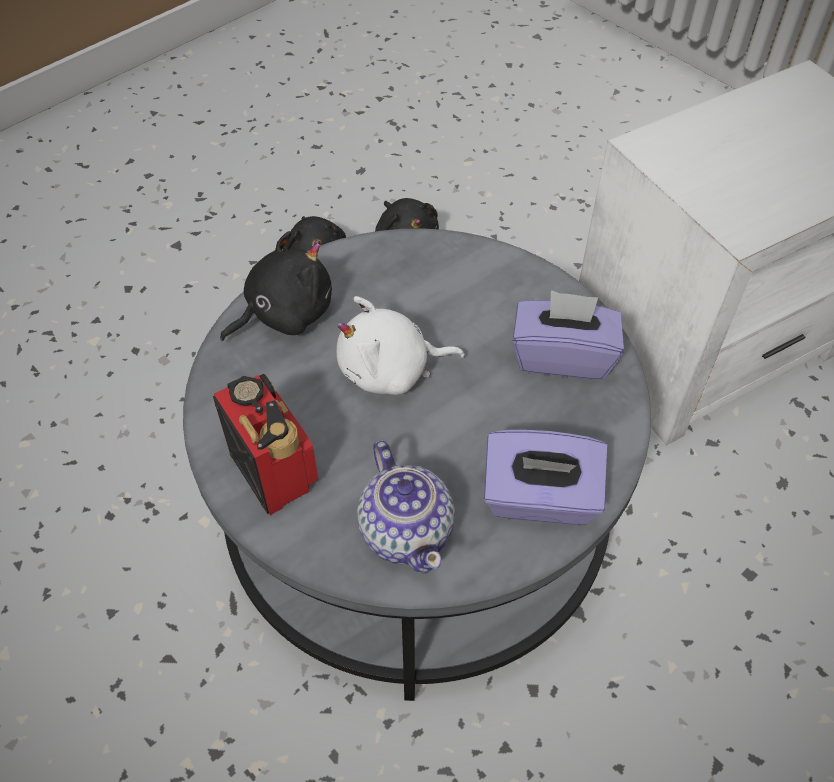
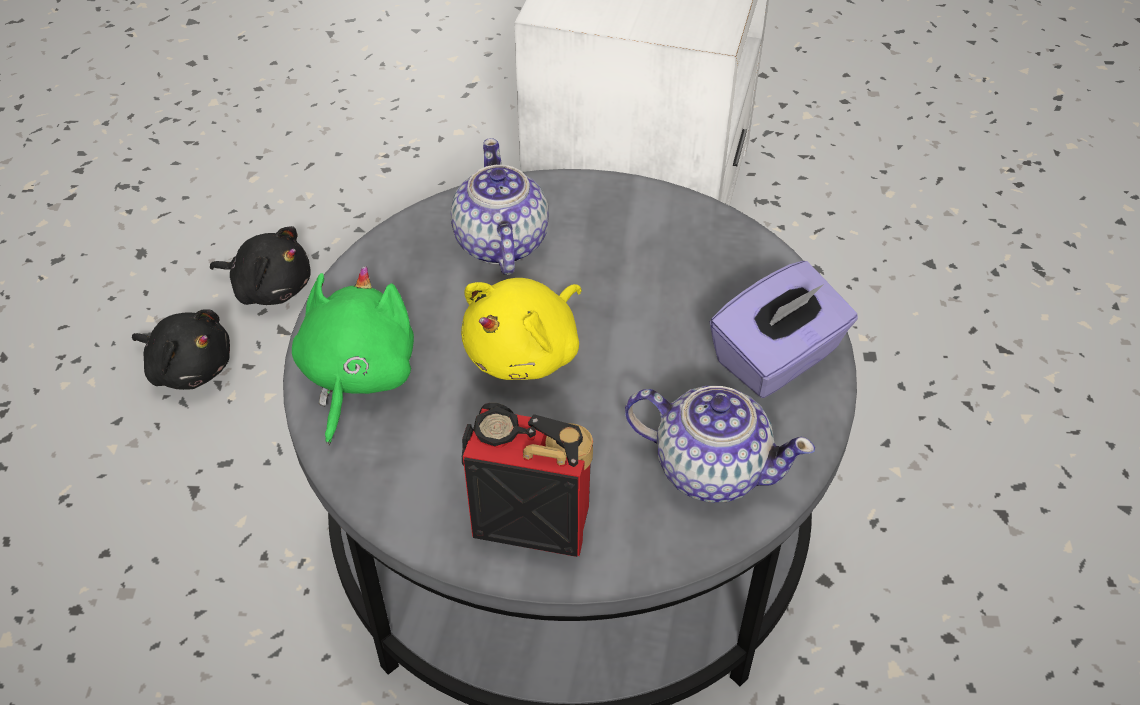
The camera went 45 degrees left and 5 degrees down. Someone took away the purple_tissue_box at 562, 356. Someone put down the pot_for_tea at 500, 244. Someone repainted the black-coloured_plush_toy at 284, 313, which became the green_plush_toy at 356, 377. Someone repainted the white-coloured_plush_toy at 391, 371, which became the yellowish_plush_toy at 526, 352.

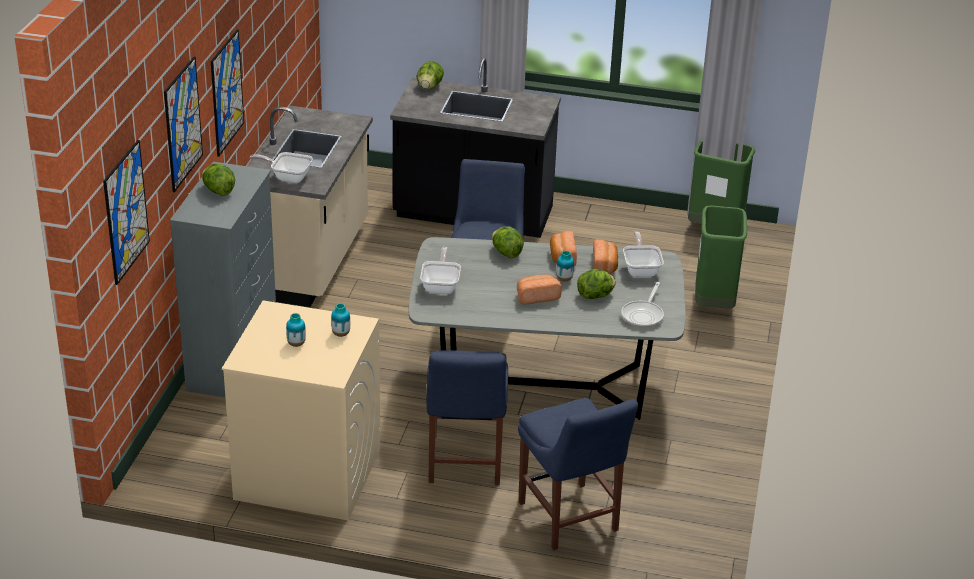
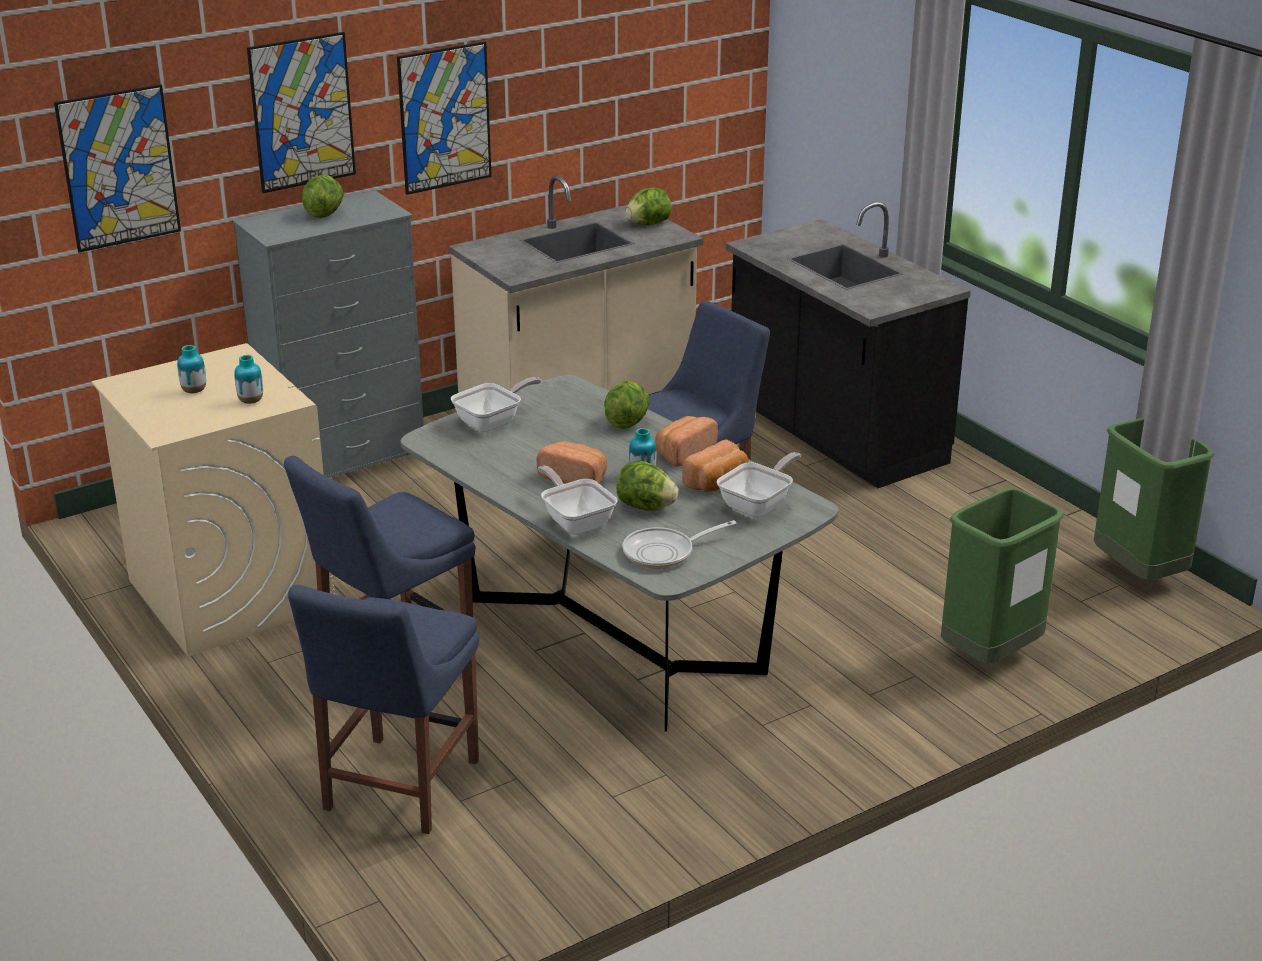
The camera went 45 degrees right and 5 degrees down. Someone carried the frying_pan from 288, 177 to 575, 521. Someone carried the lettuce from 429, 87 to 647, 224.

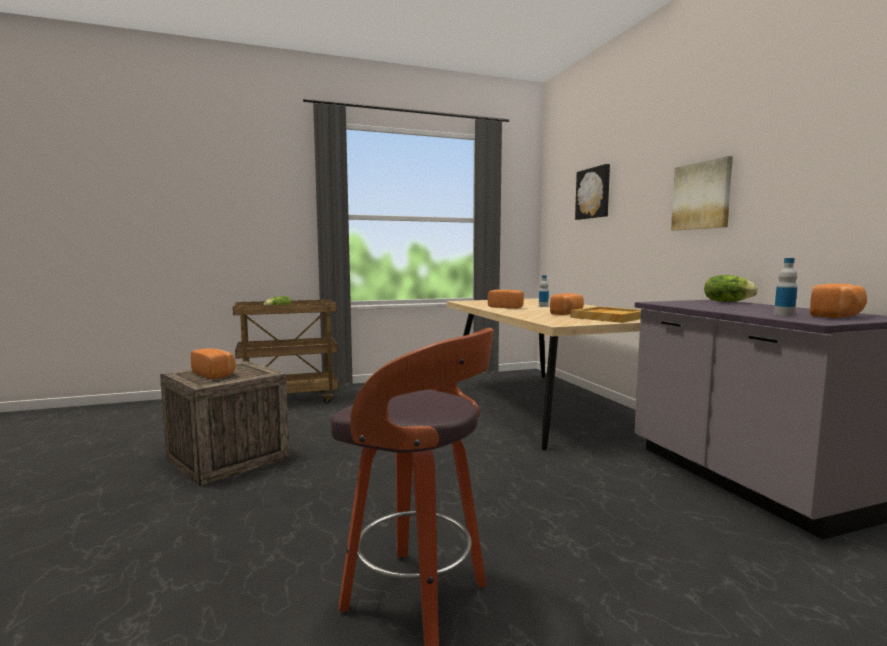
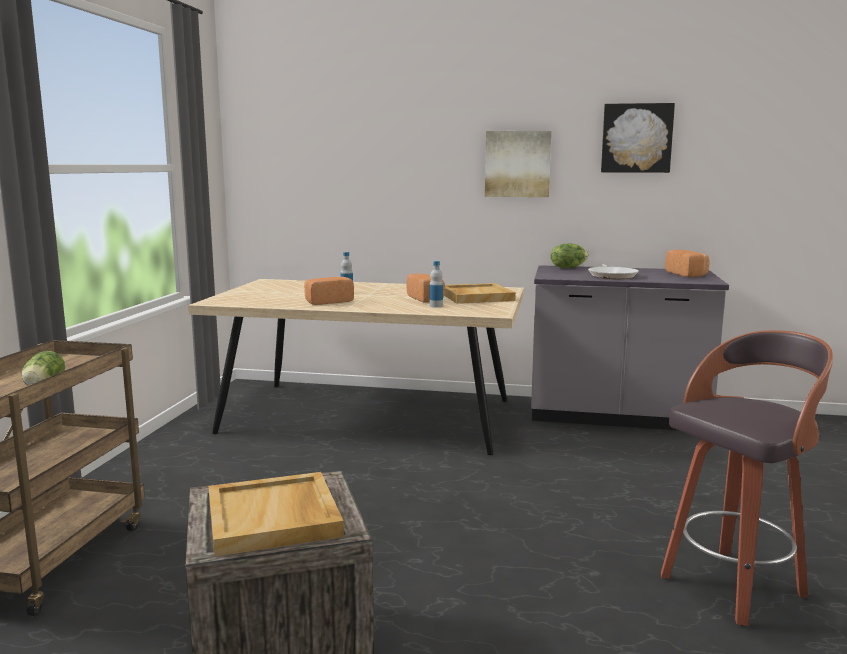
The camera went 60 degrees left and 5 degrees up. Someone put down the frying_pan at 612, 276. Someone carried the wall_picture from 593, 193 to 636, 138. Someone carried the bottle from 784, 314 to 436, 306. Someone swapped the bread at 215, 374 for the beige_tray at 274, 518.

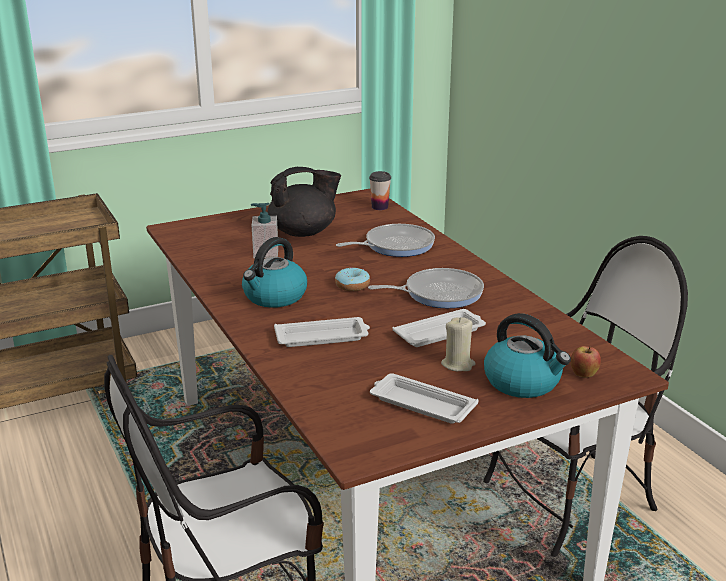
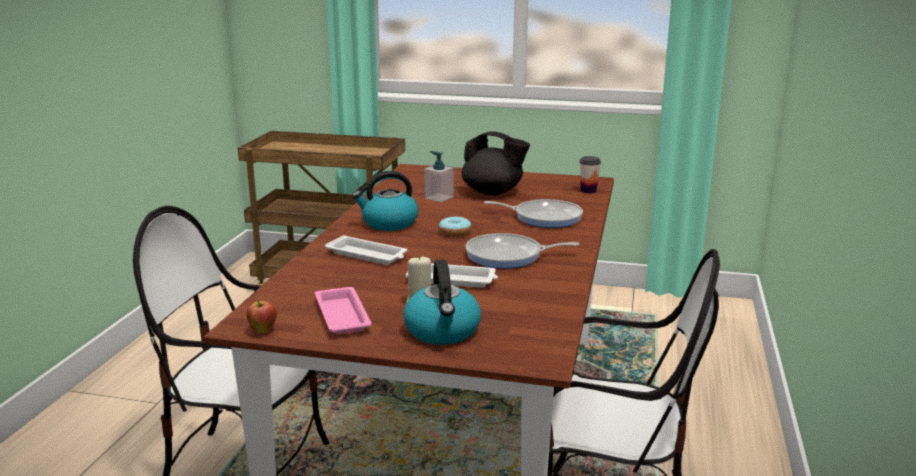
The camera went 40 degrees right and 5 degrees down. Someone carried the apple from 583, 375 to 263, 331. Someone repainted the white-coloured_tray at 420, 404, which became the pink-coloured_tray at 342, 315. Someone rotated the frying_pan at 439, 293 by 150 degrees clockwise.

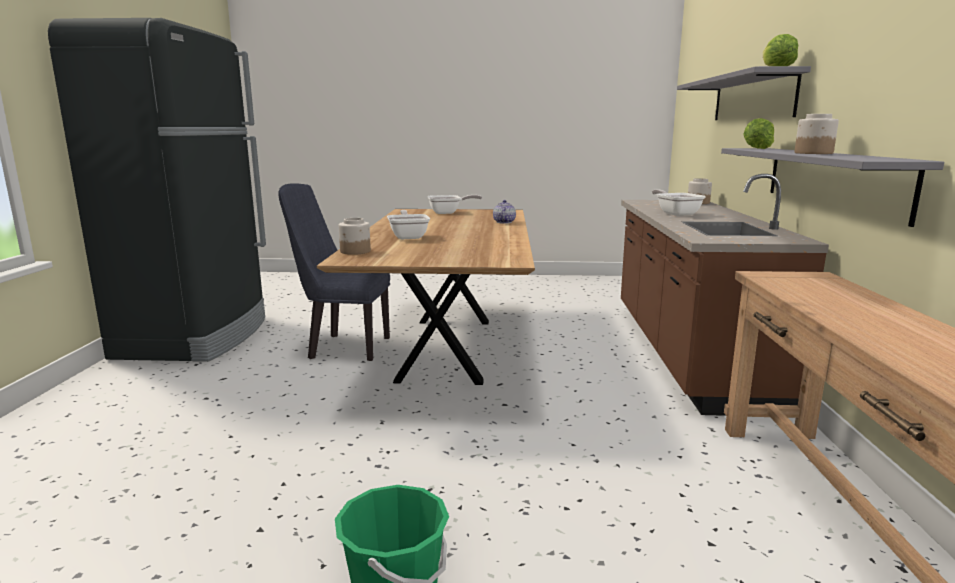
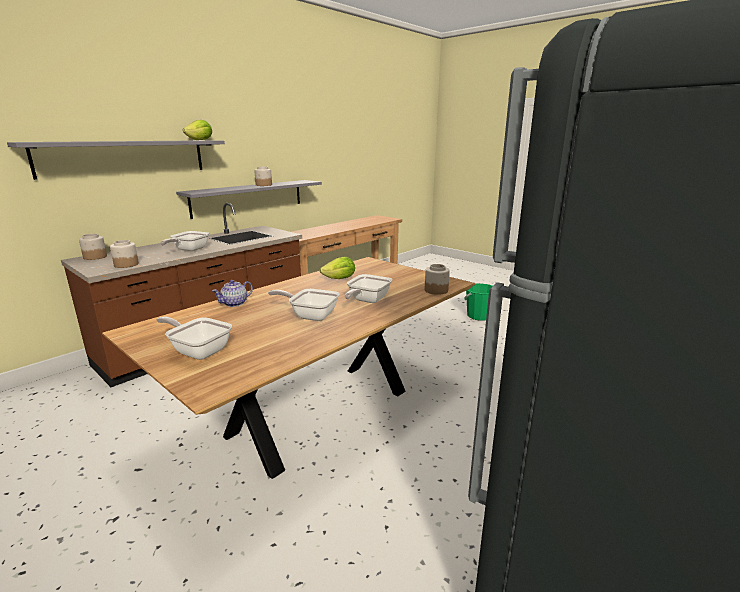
The camera went 140 degrees left and 5 degrees up. Someone took away the bluish_plain_chair at 342, 347. Someone put down the preserve_jar at 126, 265. Someone put down the frying_pan at 310, 315. Someone carried the lettuce from 757, 148 to 340, 279.

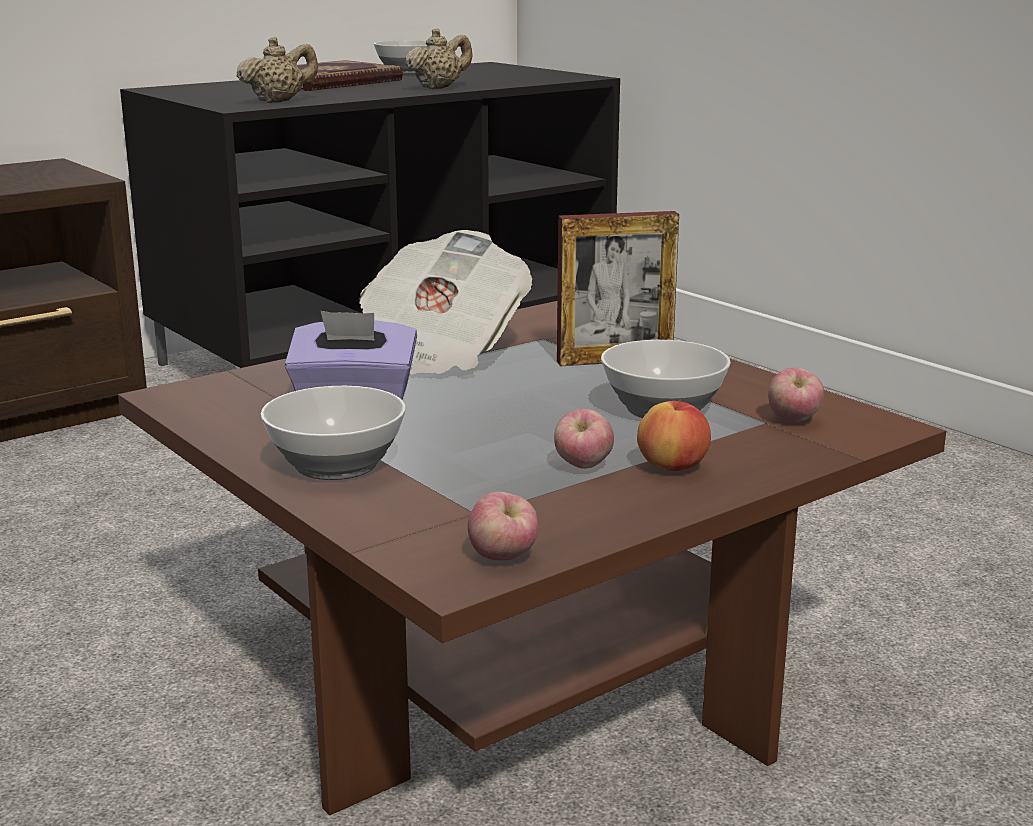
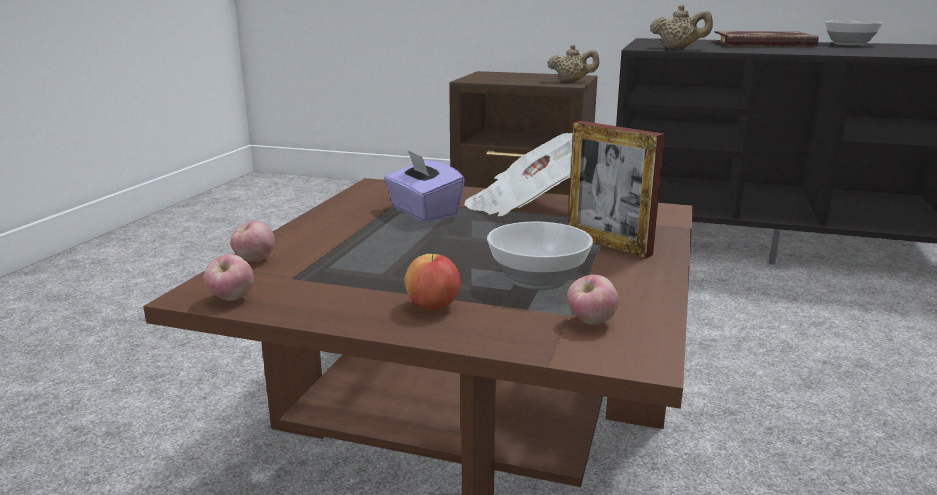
The camera went 55 degrees right and 0 degrees up. Someone took away the serving_bowl at 334, 465. Someone carried the beige_pot_for_tea from 439, 88 to 572, 81. Someone carried the apple from 583, 467 to 254, 260.

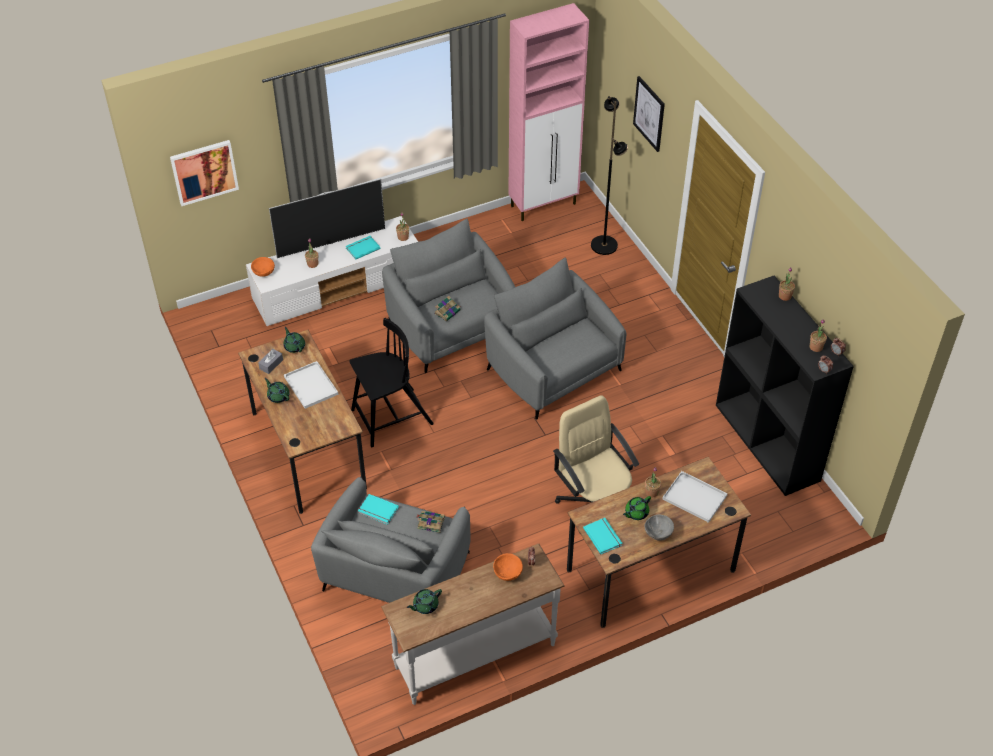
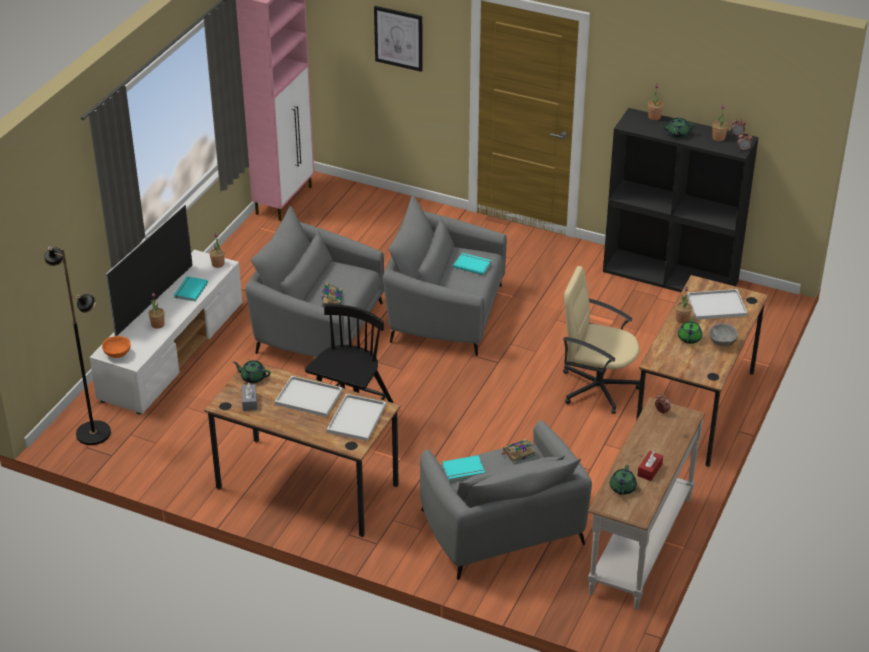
The camera went 40 degrees left and 10 degrees down. Someone took away the wall_picture at 204, 172. Someone took away the orangey_serving_bowl at 508, 573. Someone put down the white-coloured_tray at 356, 417. Someone put down the red_tissue_box at 649, 470. Someone carried the green_pot_for_tea from 278, 396 to 677, 133. Someone carried the turquoise-coloured_volume from 603, 536 to 472, 264. Someone carried the black-coloured_standing_lamp from 604, 245 to 94, 433.

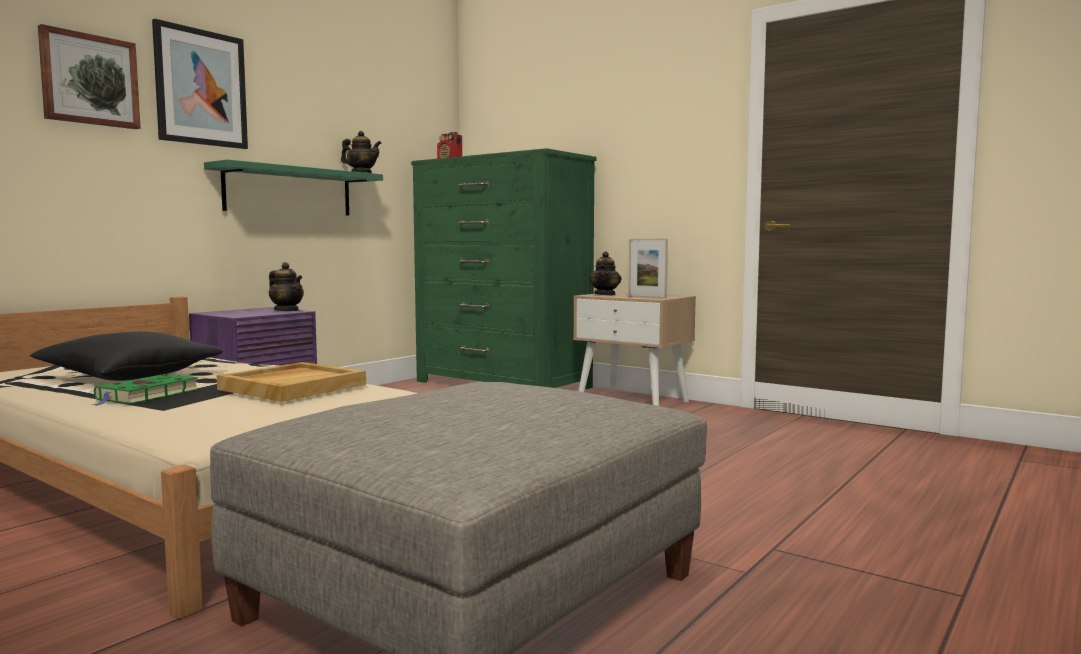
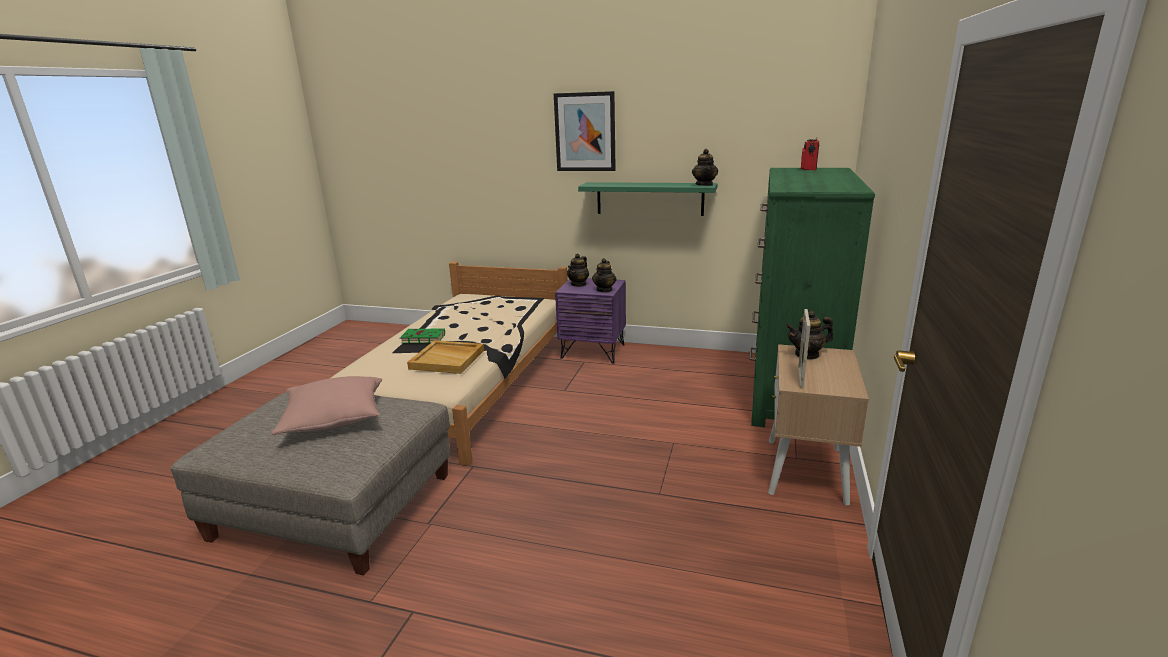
The camera went 70 degrees right and 15 degrees up. Someone took away the black-coloured_cushion at 130, 377. Someone took away the wall_picture at 89, 80. Someone put down the pink-coloured_cushion at 334, 418. Someone put down the pot_for_tea at 578, 284.

